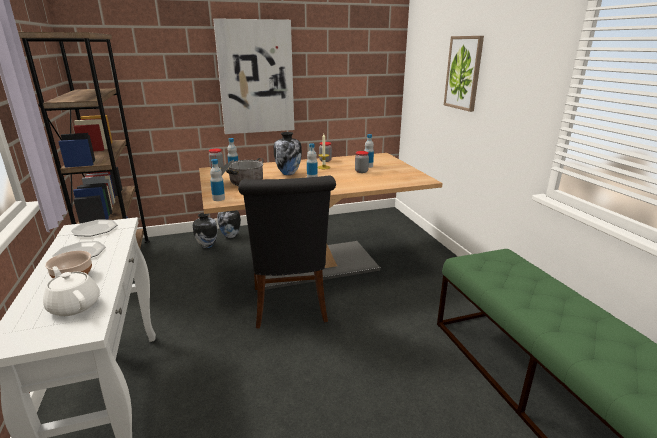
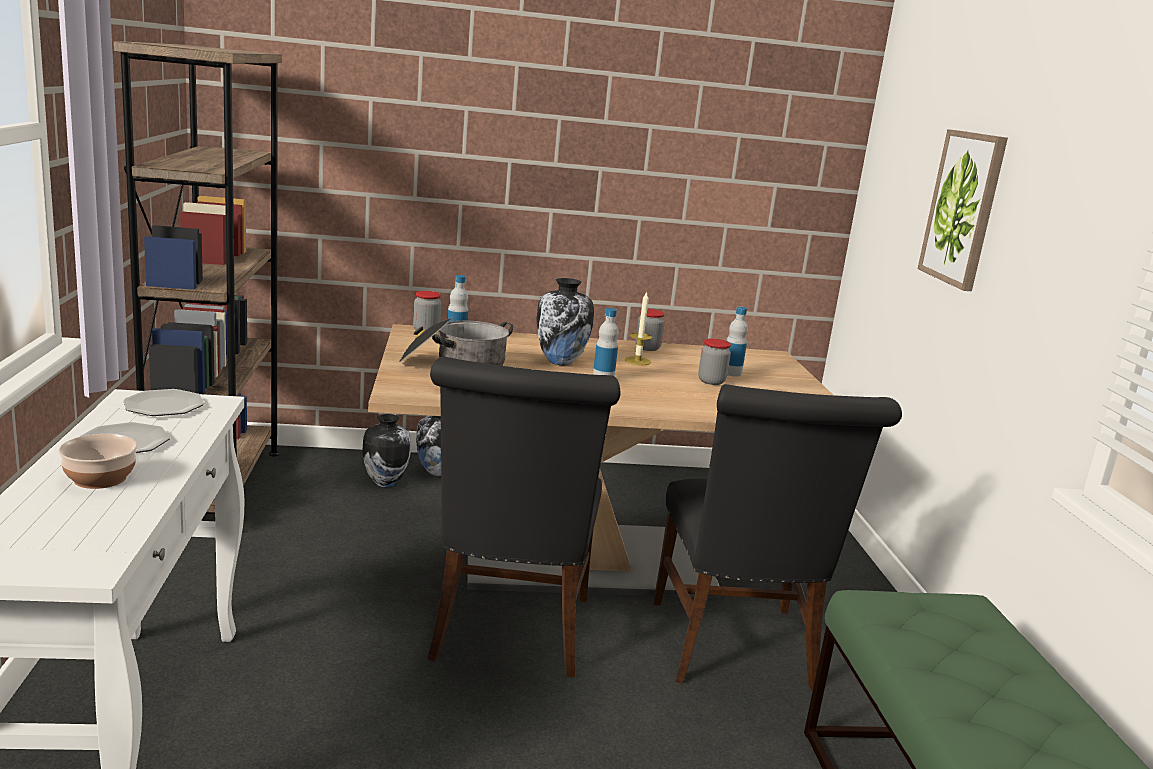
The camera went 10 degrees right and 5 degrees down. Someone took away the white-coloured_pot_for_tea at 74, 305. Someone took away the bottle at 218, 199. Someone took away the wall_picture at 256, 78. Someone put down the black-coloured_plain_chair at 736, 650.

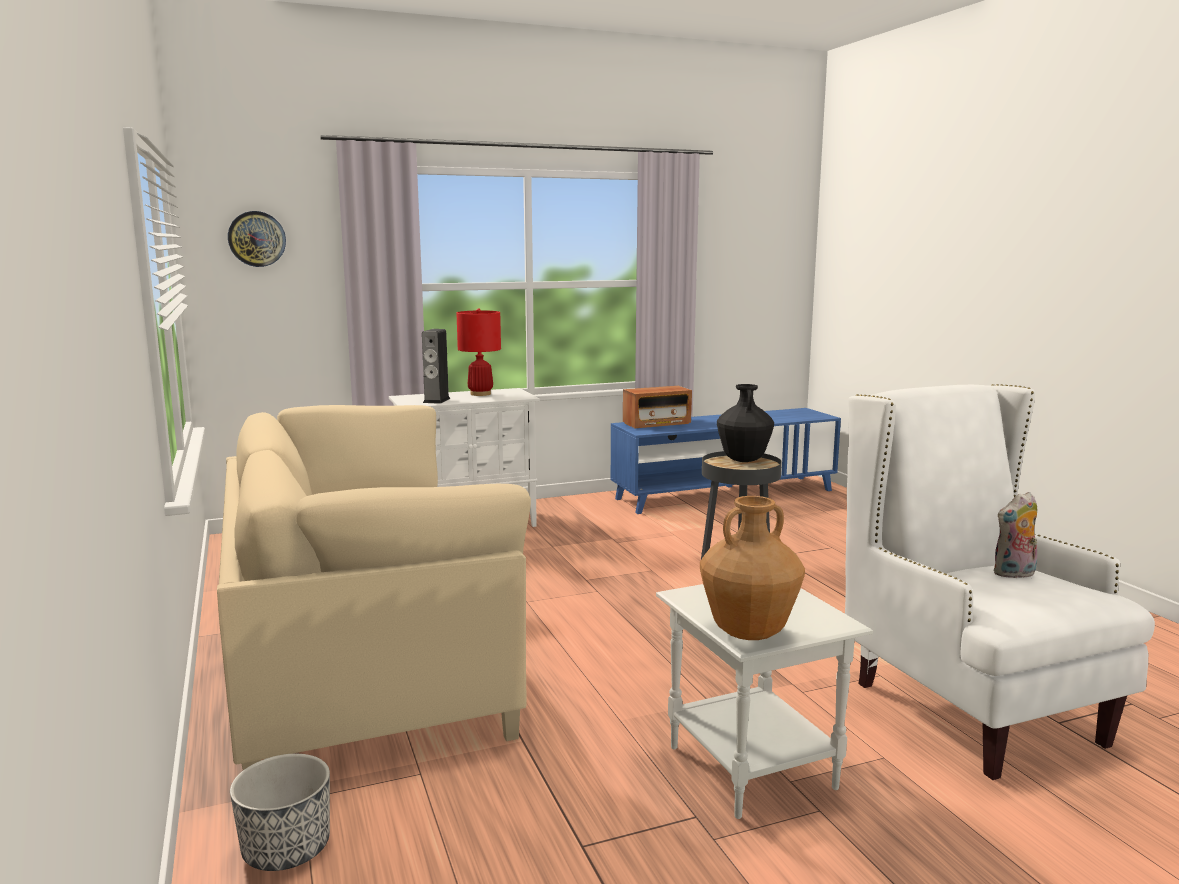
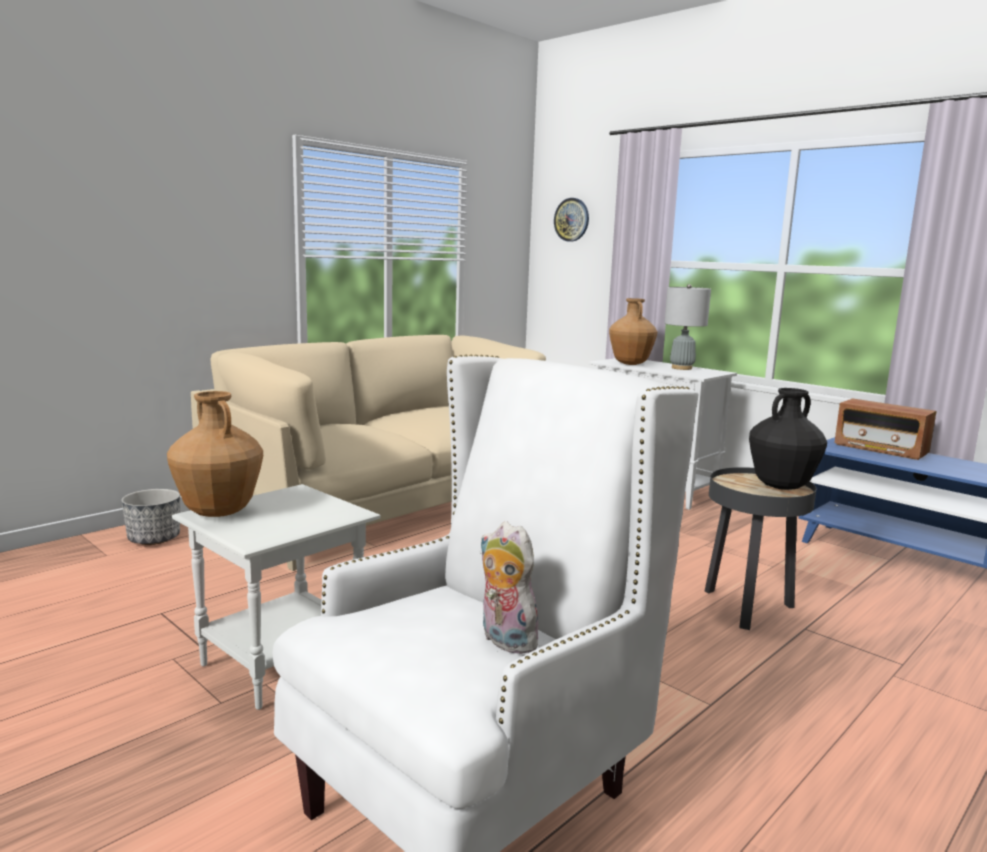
The camera went 65 degrees right and 0 degrees up. Someone swapped the audio_speaker at 436, 400 for the brown-coloured_vase at 630, 364. Someone repainted the red_lamp_for_a_table at 480, 394, which became the gray_lamp_for_a_table at 681, 368.

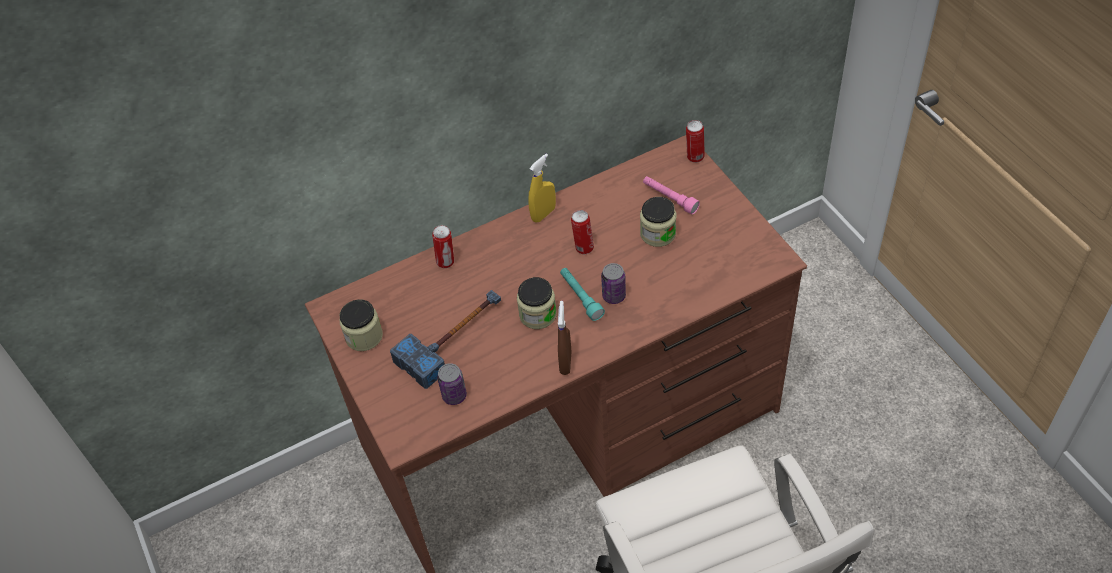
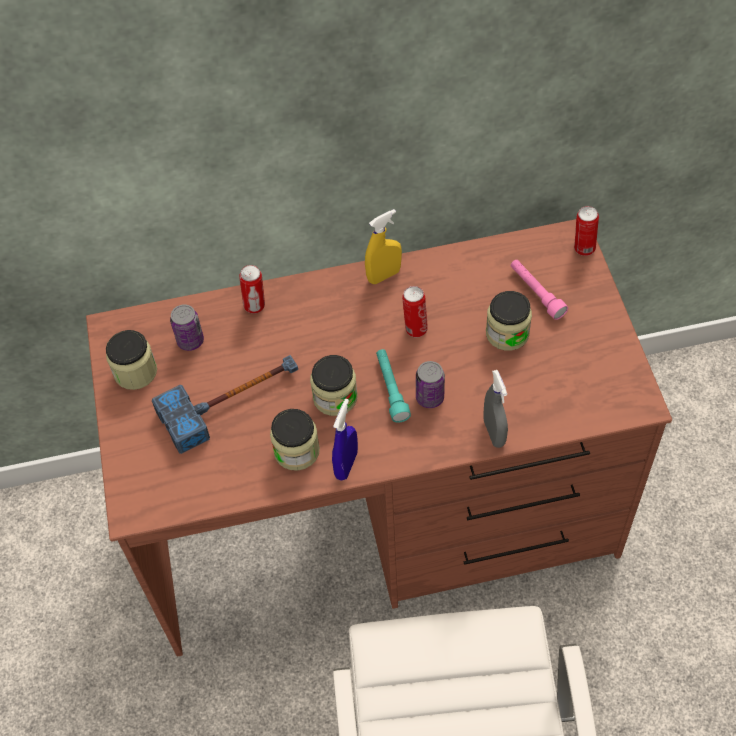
The camera went 15 degrees right and 5 degrees up. Someone put down the preserve_jar at 296, 451. Someone put down the gray_hand_sprayer at 494, 433. Someone carried the metal_can from 454, 395 to 190, 341. Someone repainted the brown-coloured_hand_sprayer at 565, 362, which became the bluish_hand_sprayer at 346, 465.

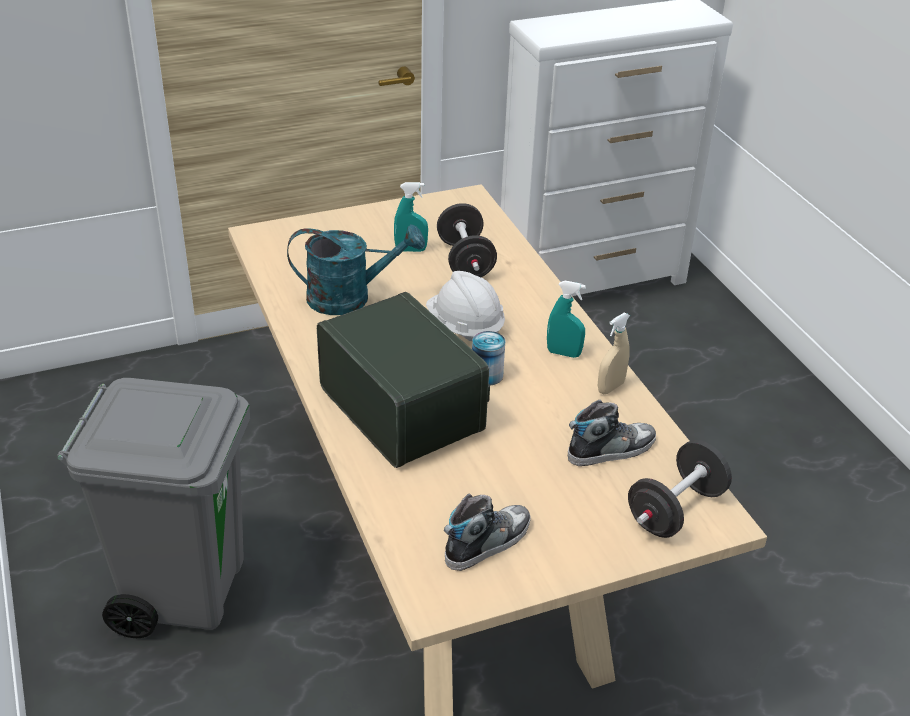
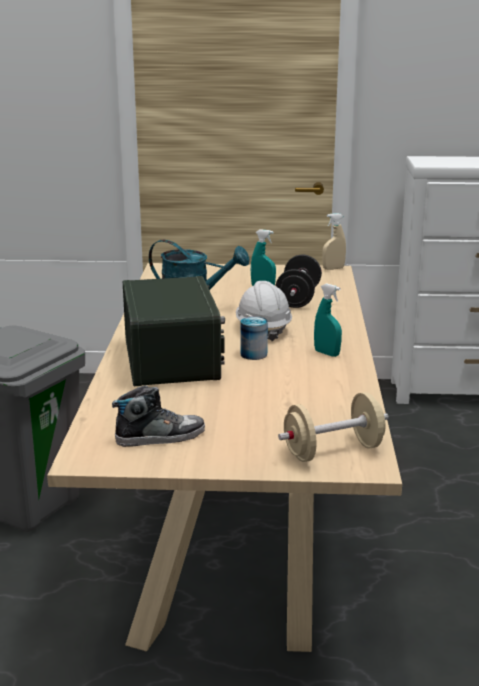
The camera went 25 degrees right and 15 degrees down. Someone took away the shoe at 611, 449. Someone carried the beige_hand_sprayer from 610, 387 to 333, 268. Someone repainted the black-coloured_hand_weight at 675, 510, which became the beige_hand_weight at 333, 451.

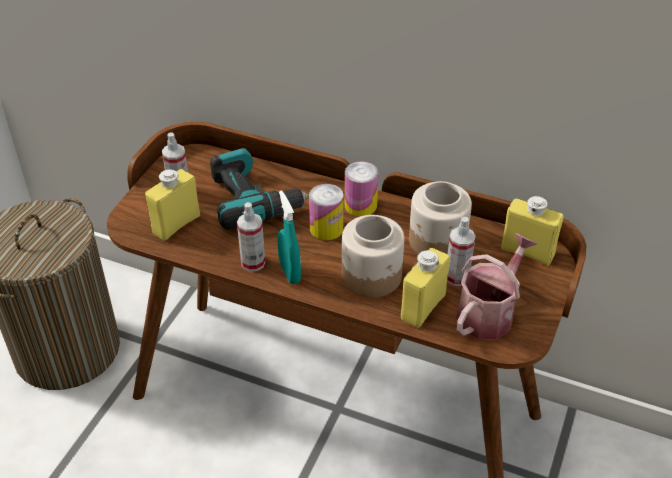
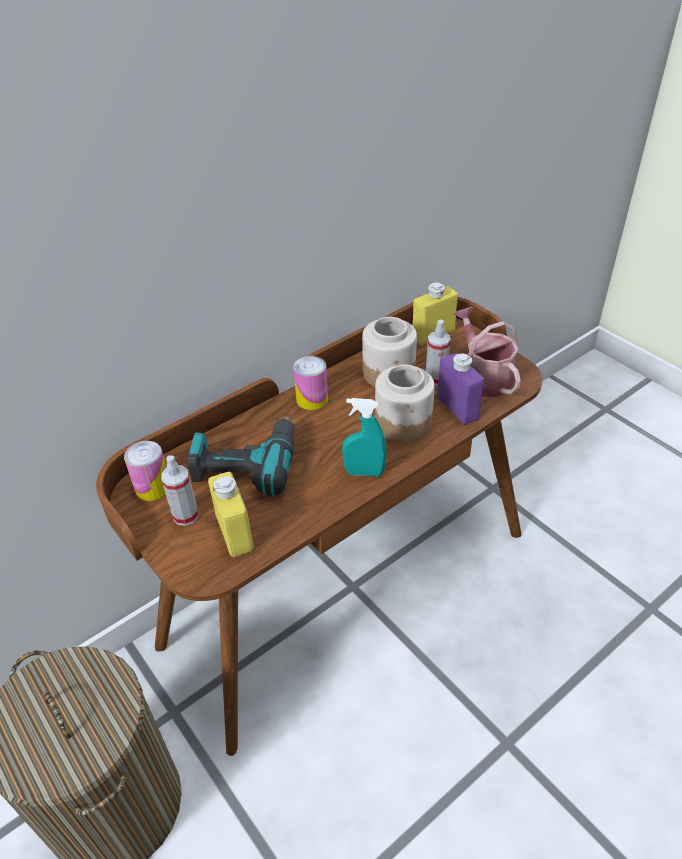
The camera went 60 degrees left and 0 degrees up. Someone took away the hand_sprayer at 253, 263. Someone carried the metal_can from 326, 228 to 153, 487. Someone repainted the yellowish_bottle at 423, 307, which became the purple_bottle at 457, 408.

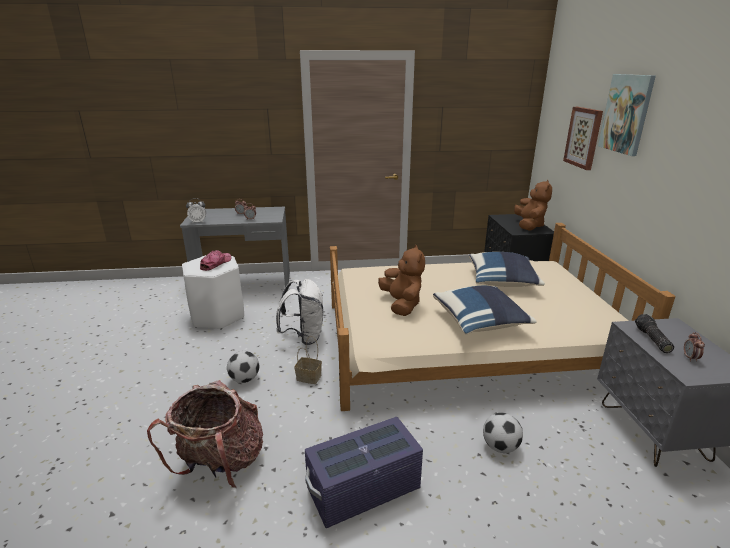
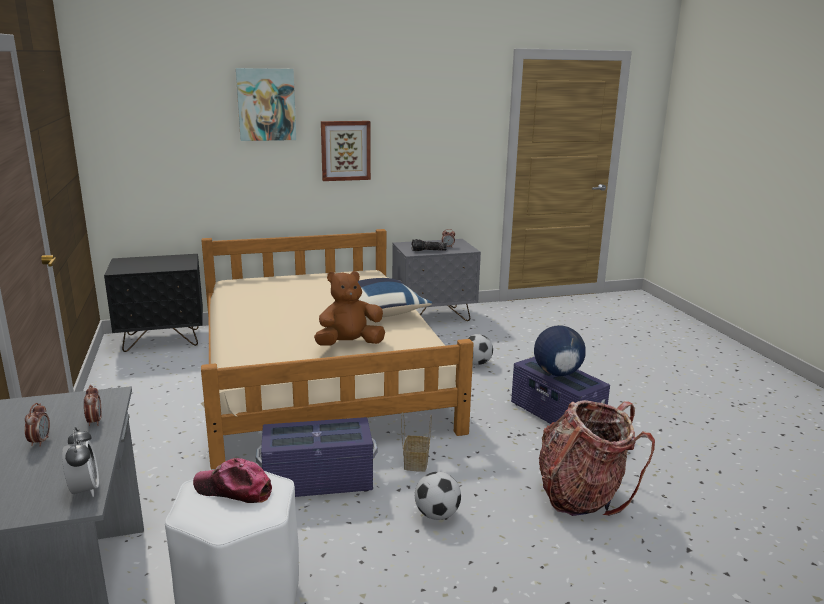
The camera went 100 degrees left and 5 degrees down. Someone took away the bluish_cushion at 502, 282. Someone took away the brown-coloured_plush_toy at 529, 225. Someone put down the world_globe at 557, 373. Someone carried the wall_picture from 583, 137 to 345, 150. Someone swapped the white-coloured_rucksack at 304, 337 for the purple_storage_box at 318, 482.

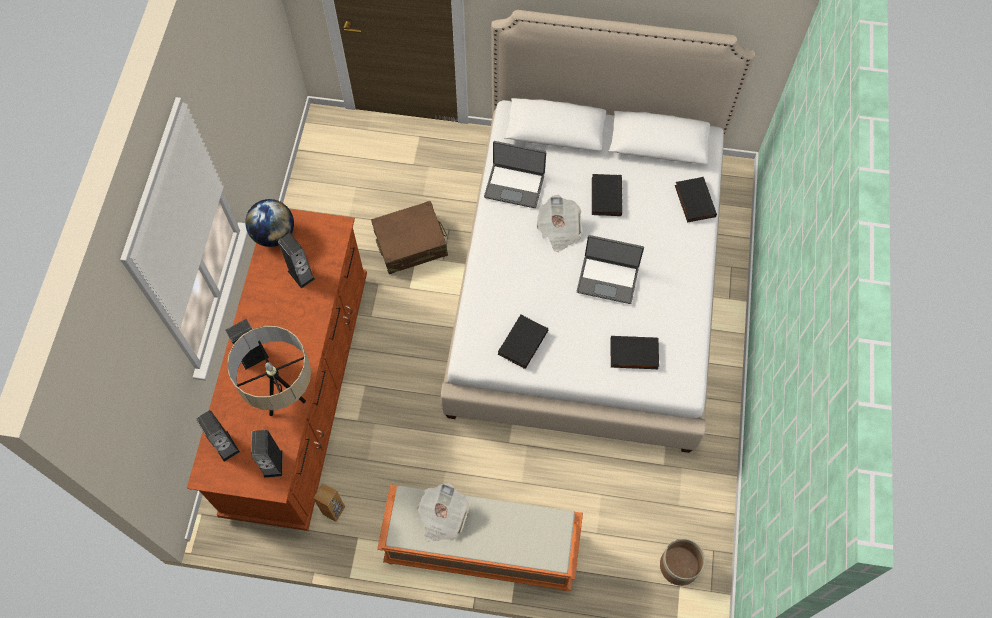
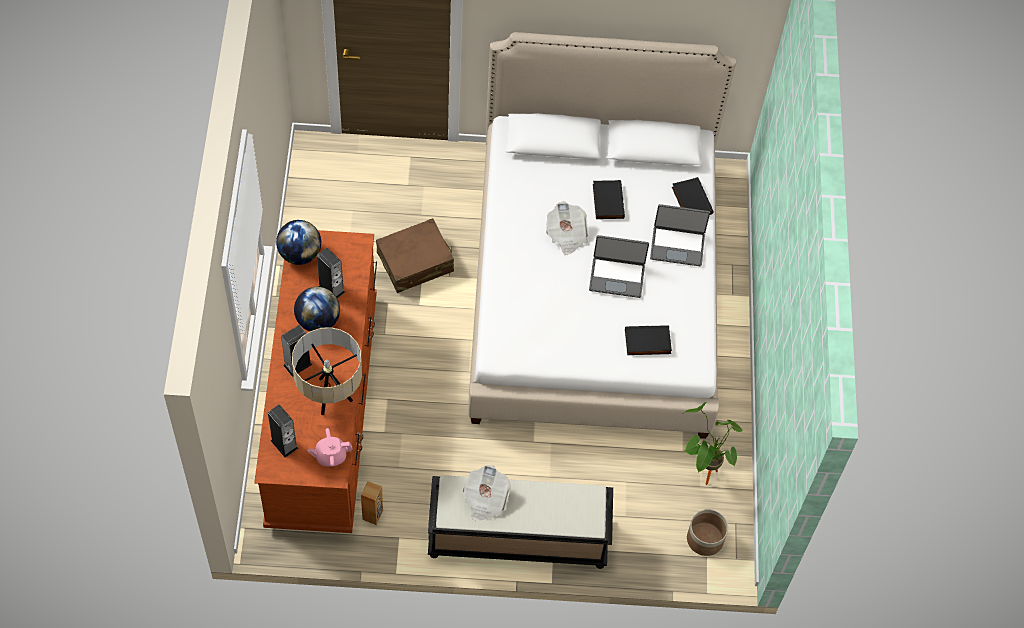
The camera went 10 degrees left and 5 degrees down. Someone took away the black-coloured_volume at 522, 342. Someone put down the world_globe at 317, 320. Someone put down the houseplant at 701, 475. Someone carried the notebook_computer from 514, 185 to 677, 245. Someone swapped the audio_speaker at 273, 463 for the pink-coloured_pot_for_tea at 330, 456. Someone repainted the orangey_bench at 480, 548, which became the black-coloured_bench at 517, 538.

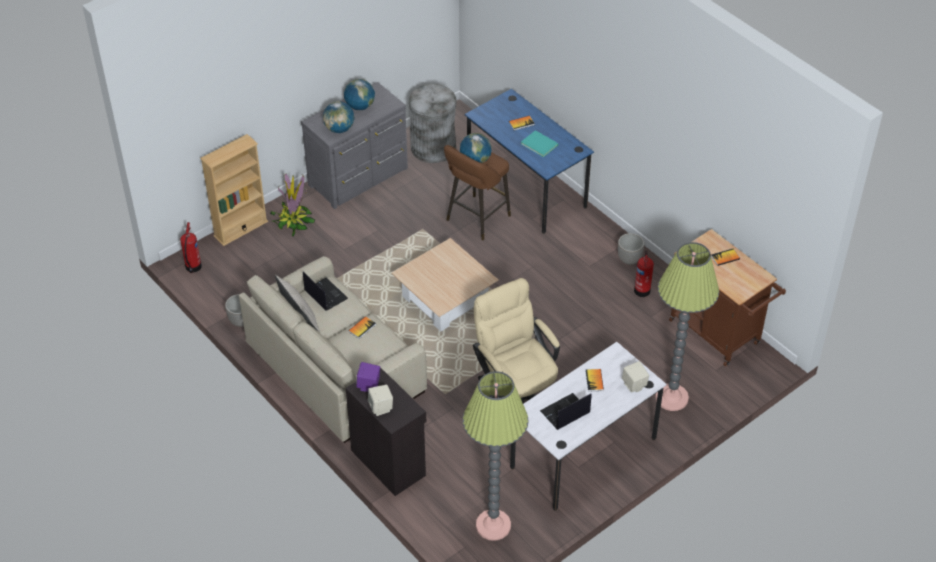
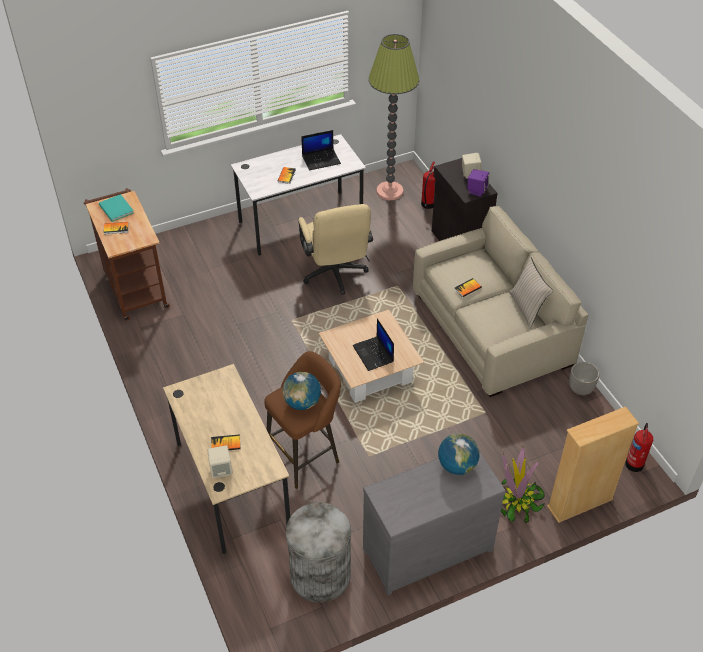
The camera went 165 degrees left and 0 degrees up. Someone took away the world_globe at 360, 106. Someone took away the plant_pot at 629, 260. Someone took away the standing_lamp at 671, 398. Someone carried the notebook_computer from 325, 294 to 373, 354. Someone carried the turquoise-coloured_volume from 539, 143 to 116, 209. Someone carried the beige_audio_speaker from 634, 385 to 221, 470. Someone carried the extinguisher from 642, 290 to 427, 204. Someone repainted the bluish_desk_table at 526, 188, which became the beige_desk_table at 232, 484.

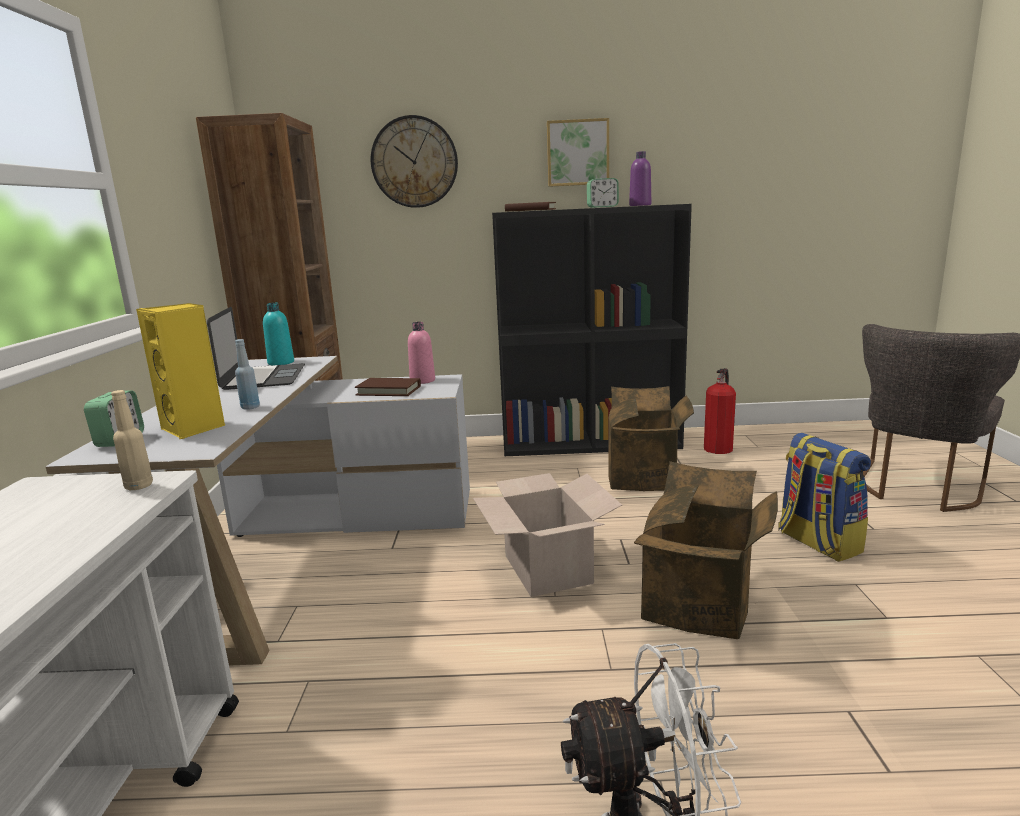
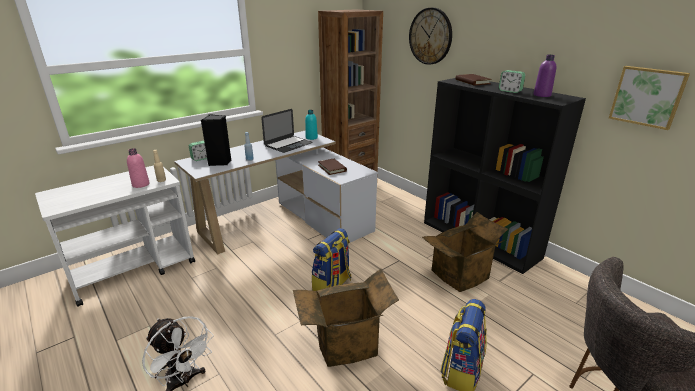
The camera went 50 degrees right and 10 degrees up. Someone took away the extinguisher at 718, 448. Someone carried the pink-coloured_bottle from 422, 381 to 141, 184. Someone carried the wall_picture from 577, 153 to 647, 96. Someone swapped the cardboard_box at 548, 569 for the rucksack at 332, 285. Someone repainted the yellowish_audio_speaker at 194, 428, which became the black-coloured_audio_speaker at 220, 162.

